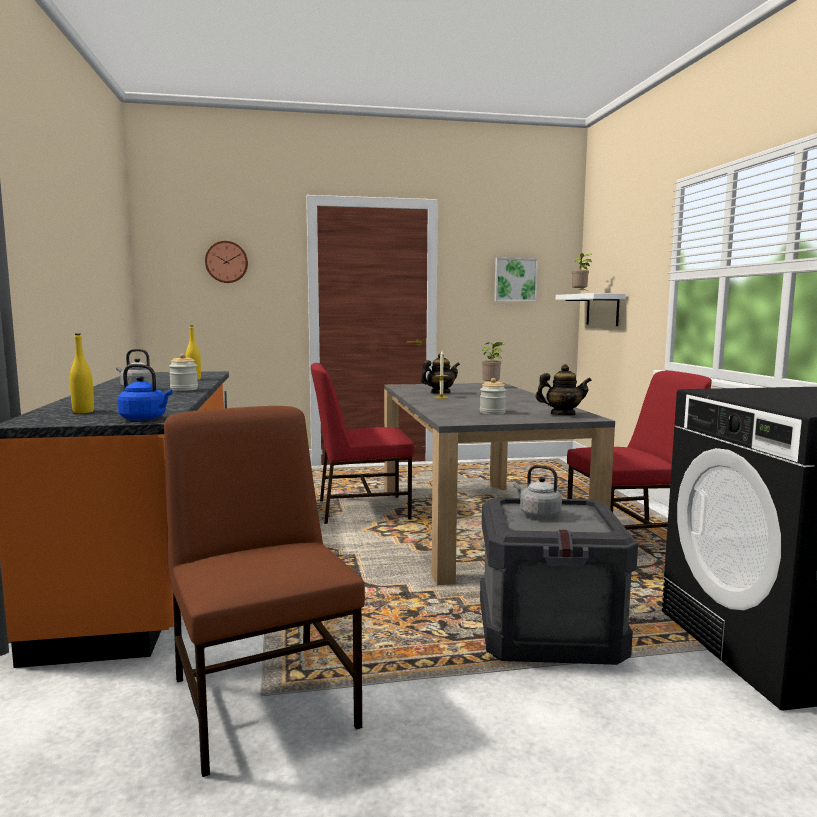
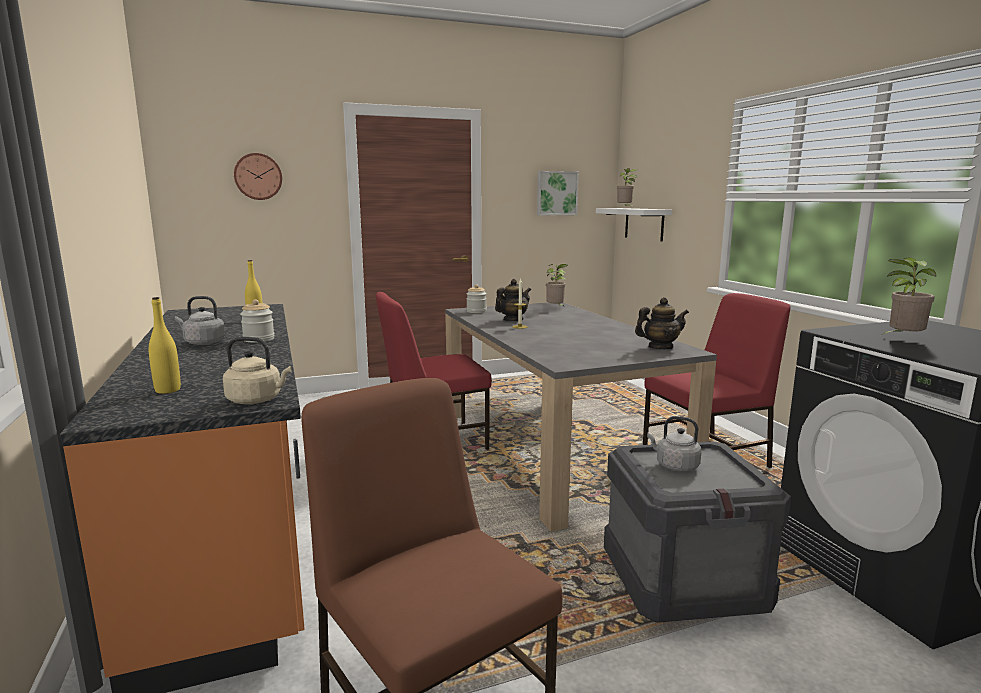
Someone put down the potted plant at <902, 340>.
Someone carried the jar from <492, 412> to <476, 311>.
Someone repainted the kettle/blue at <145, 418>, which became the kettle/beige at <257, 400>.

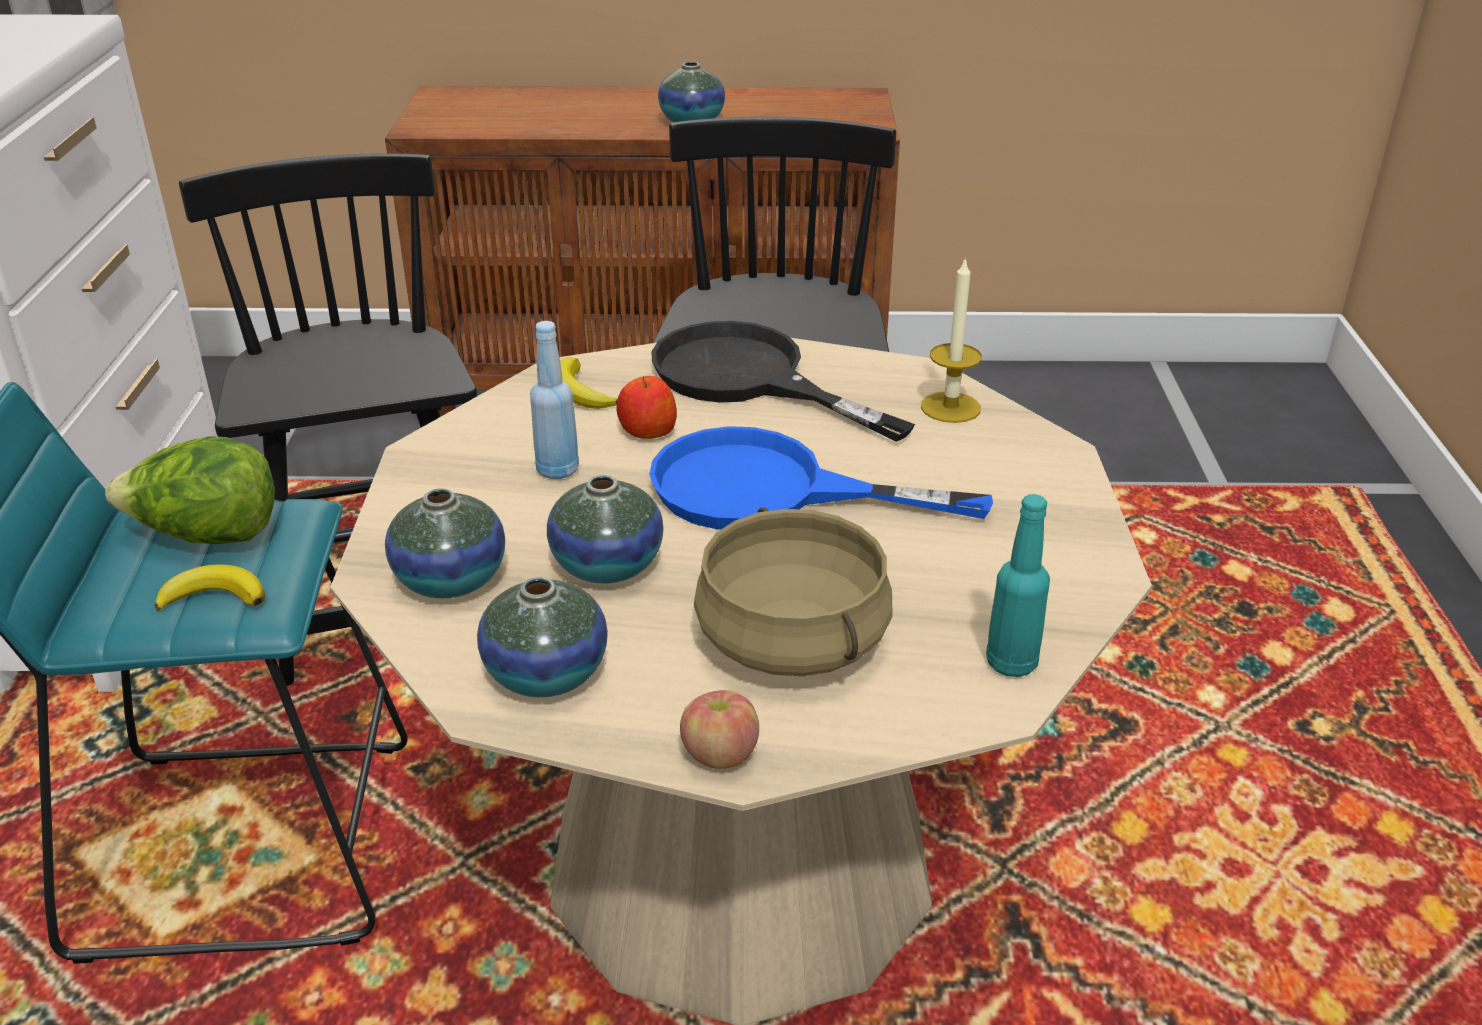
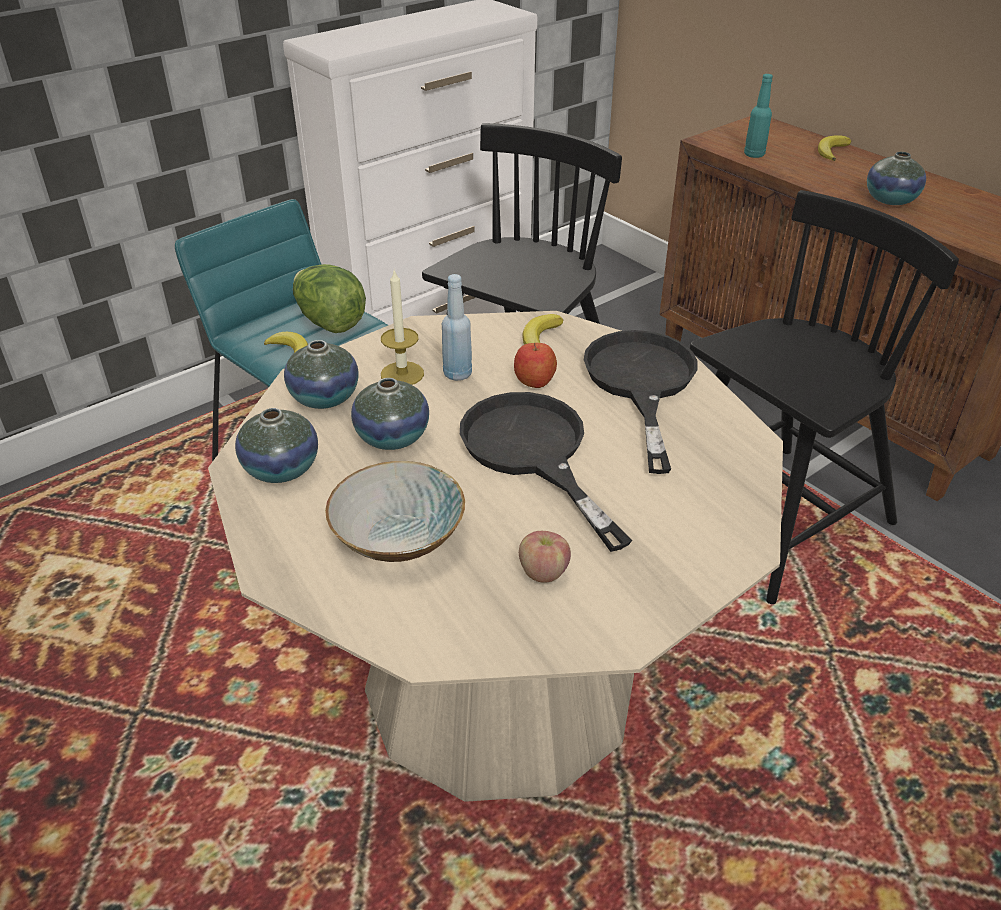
Someone put down the banana at <831, 151>.
Someone carried the apple from <719, 755> to <543, 572>.
Someone carried the candle from <950, 407> to <402, 374>.
Someone carried the bottle/turquoise from <1012, 663> to <754, 155>.
Someone swapped the cooking pot/beige at <794, 640> for the bowl at <399, 537>.
Someone repainted the frying pan/blue at <770, 491>, which became the frying pan/black at <533, 453>.

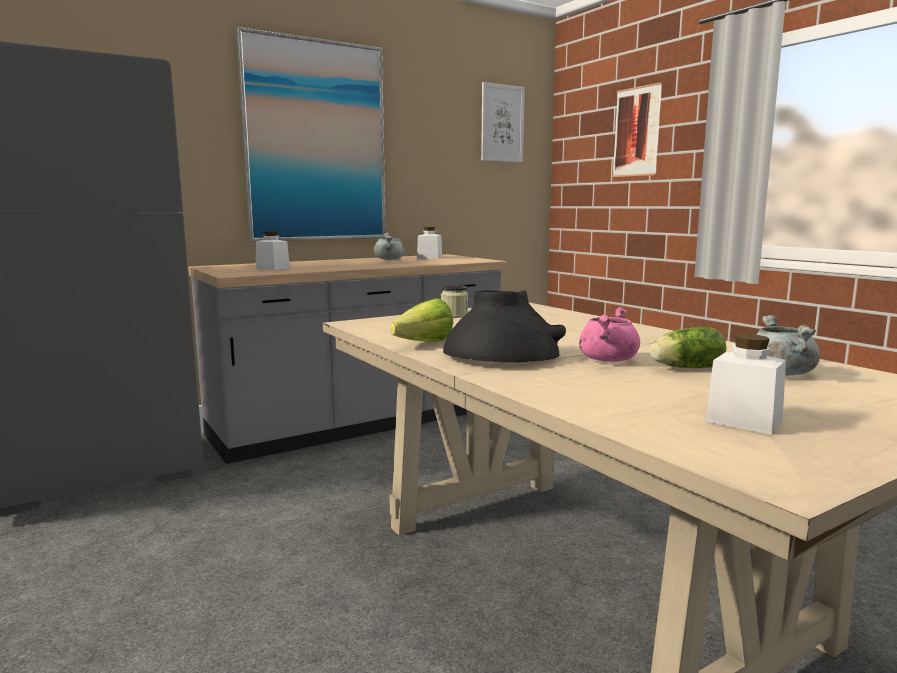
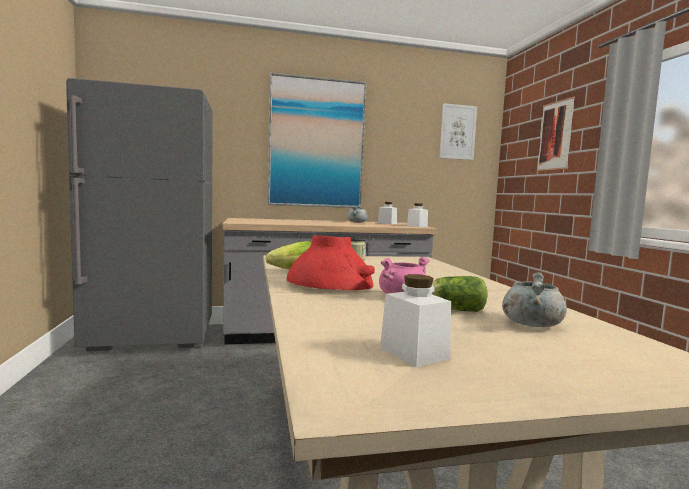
Someone carried the jar/white from <272, 268> to <417, 226>.
Someone repainted the vase/black at <501, 355>, which became the vase/red at <329, 284>.

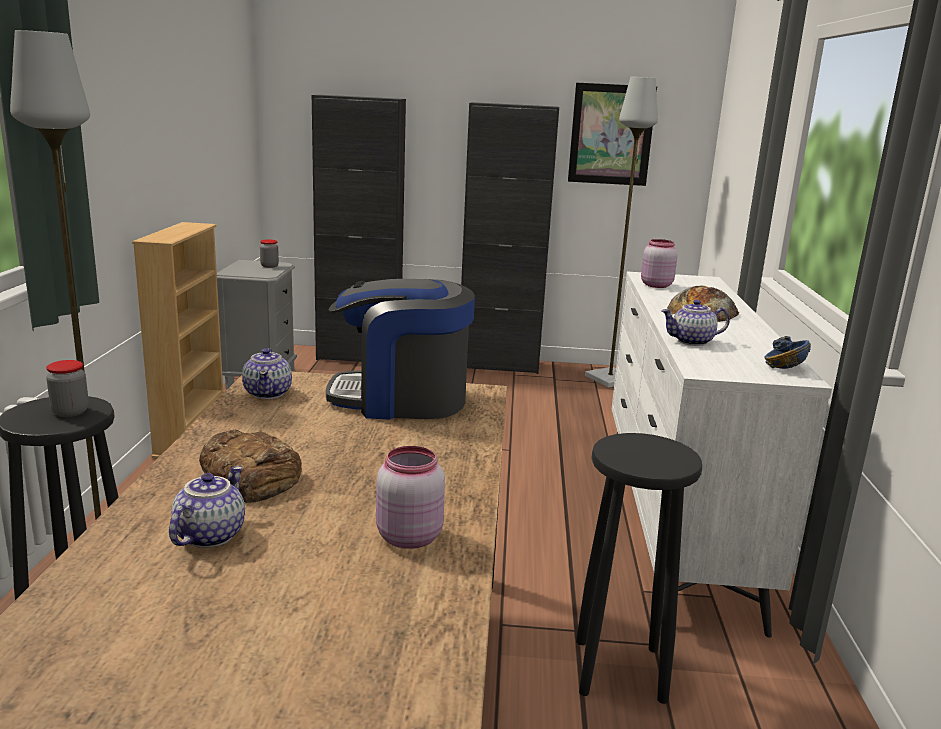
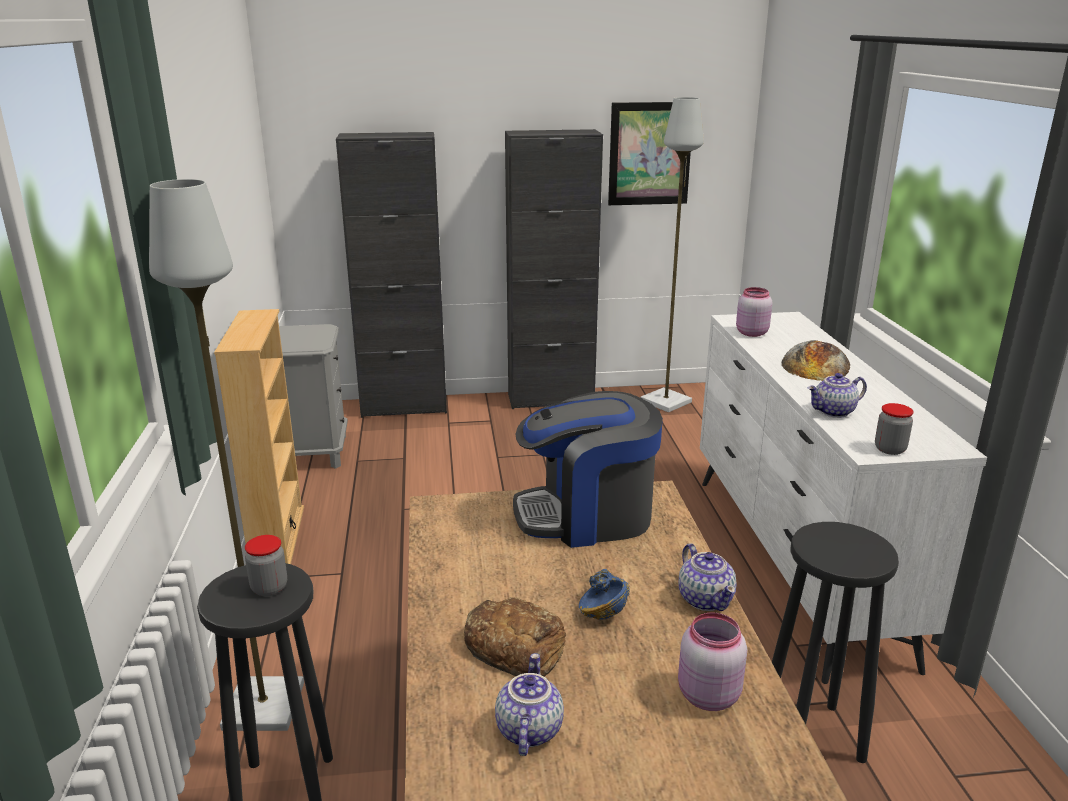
Someone carried the teapot from <268, 393> to <705, 599>.
Someone carried the jar from <269, 266> to <890, 449>.
Someone carried the bowl/blue from <781, 364> to <601, 604>.

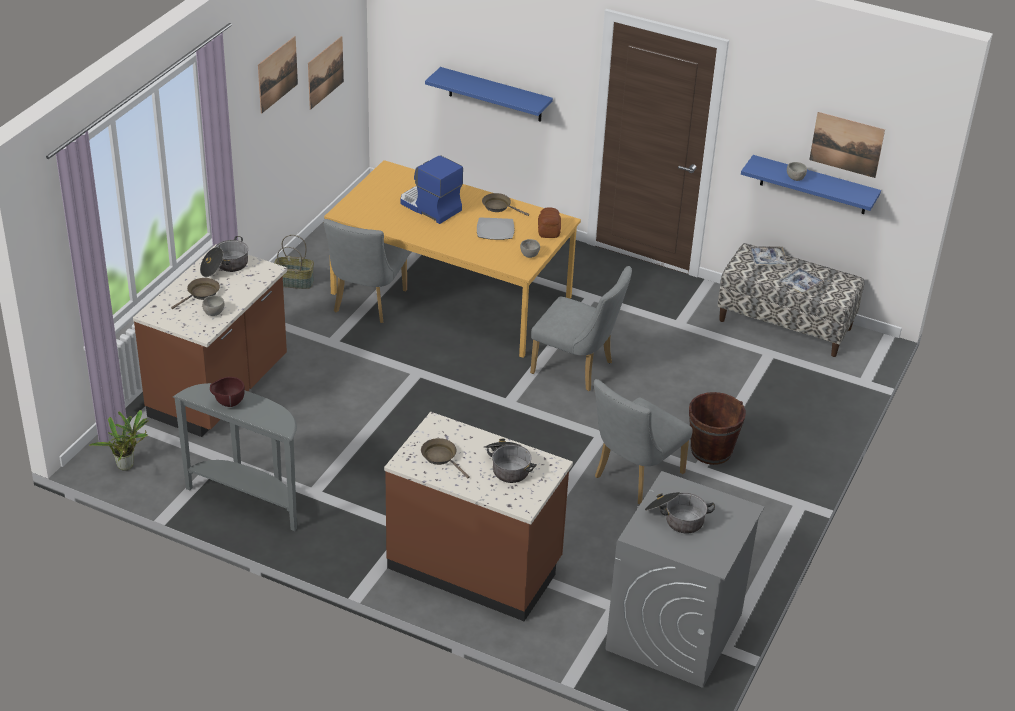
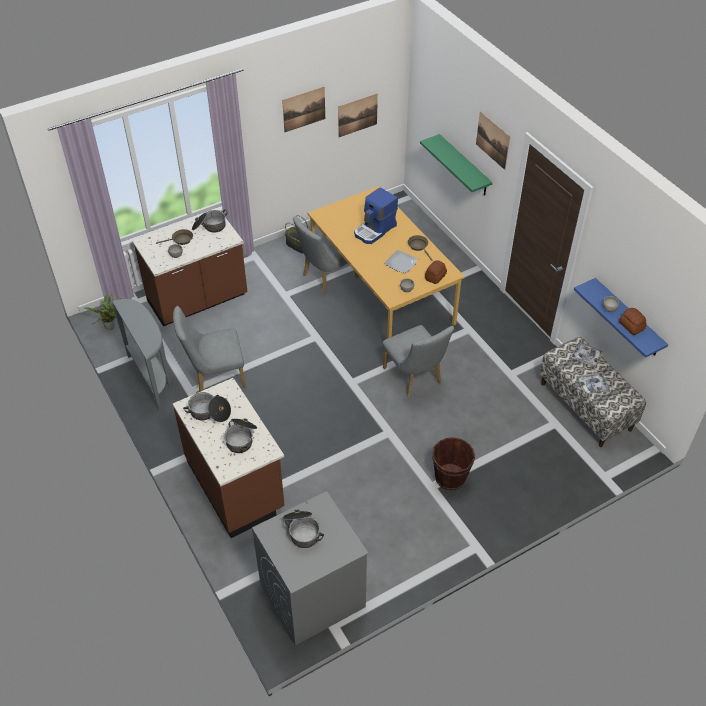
Someone took away the bowl/brown at <228, 404>.
Someone put down the bread at <631, 326>.
Someone carried the chair/grey from <634, 478> to <215, 376>.
Someone carried the picture from <846, 144> to <493, 140>.
Someone swapped the frying pan/brown at <441, 457> for the cooking pot at <209, 413>.
Someone repainted the shelf/blue at <495, 95>, which became the shelf/green at <464, 166>.
Someone rotated the coffee machine at <429, 207> by 120 degrees counterclockwise.

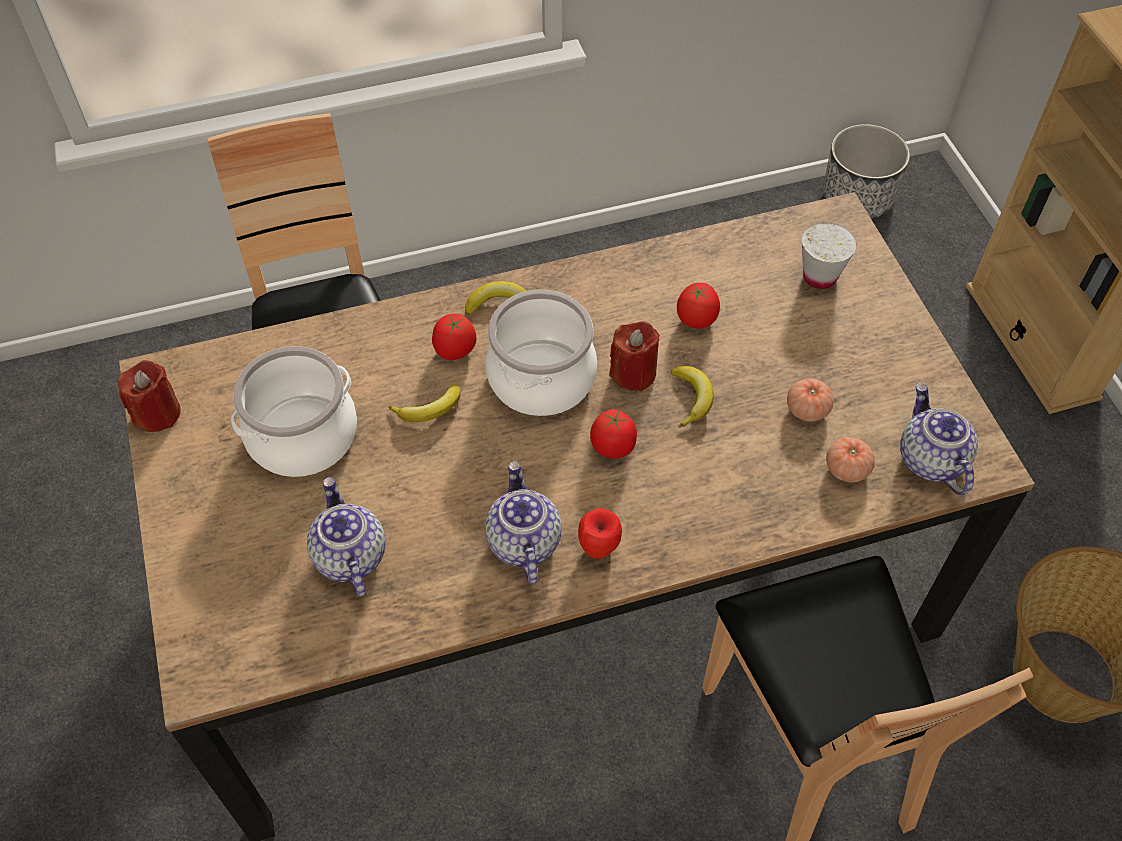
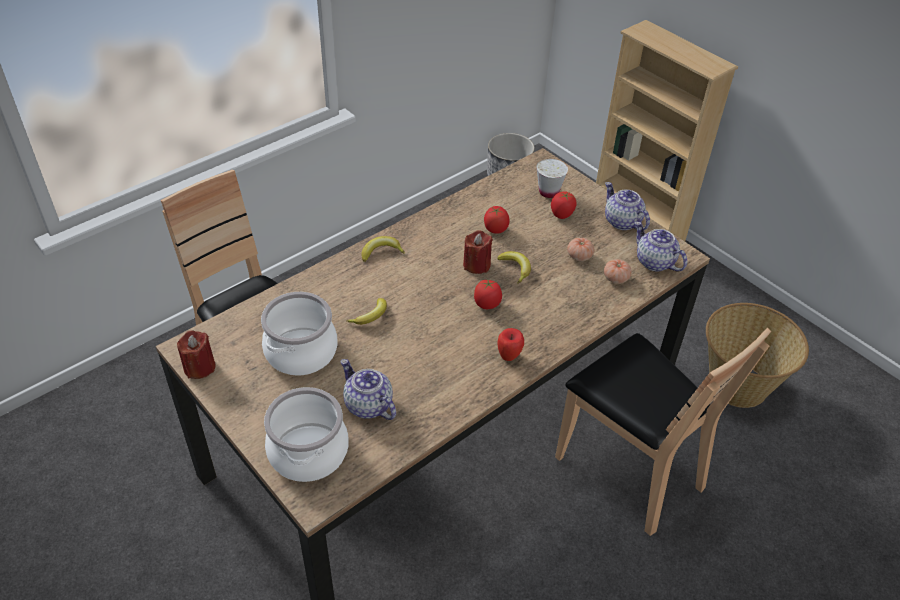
Someone carried the tomato from <455, 350> to <561, 214>.
Someone carried the teapot from <522, 541> to <621, 221>.
Someone carried the cooking pot from <540, 377> to <307, 452>.

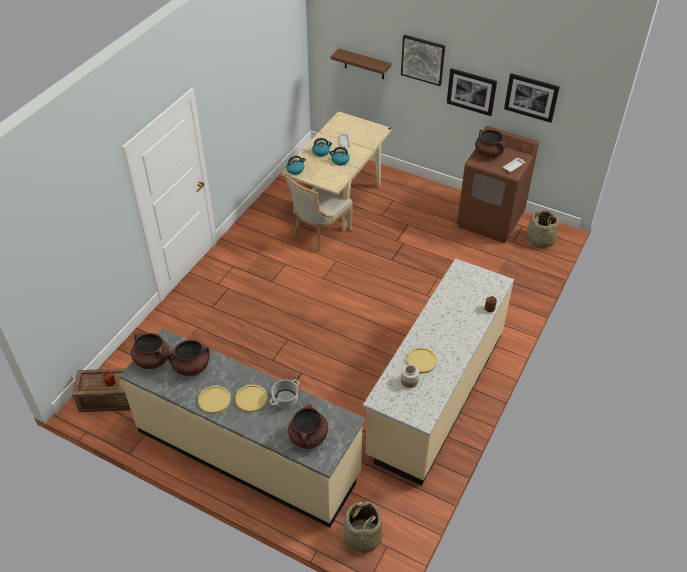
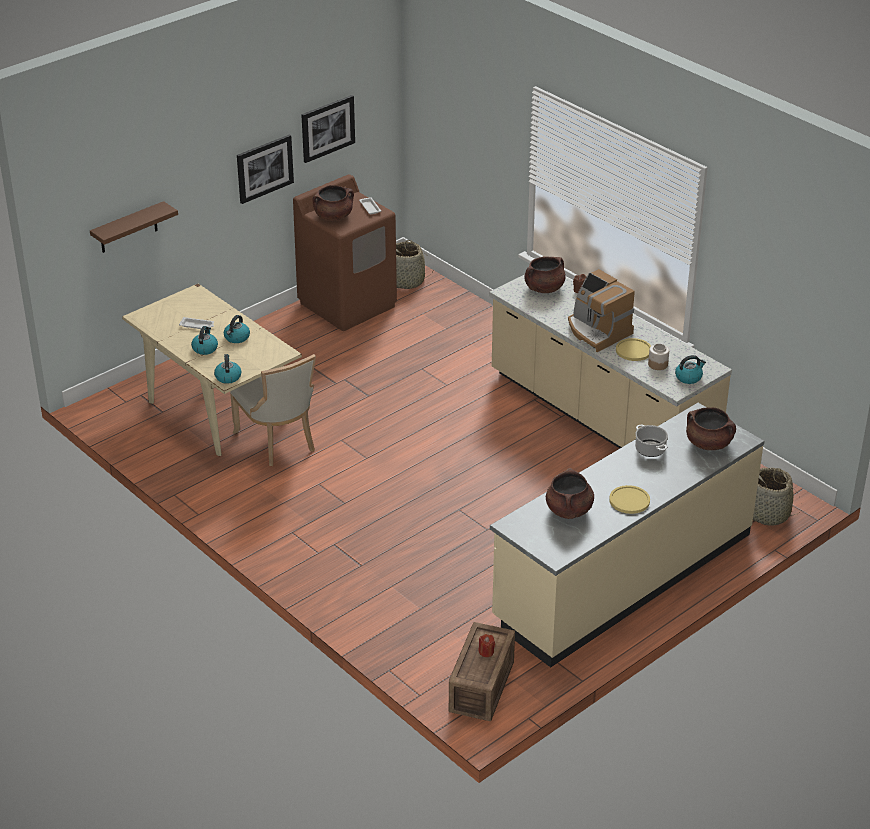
Someone took away the plate/yellow at <251, 399>.
Someone took away the picture at <423, 59>.
Someone put down the coffee machine at <597, 331>.
Someone put down the kettle at <688, 377>.
Someone carried the cooking pot/brown from <152, 360> to <544, 288>.

